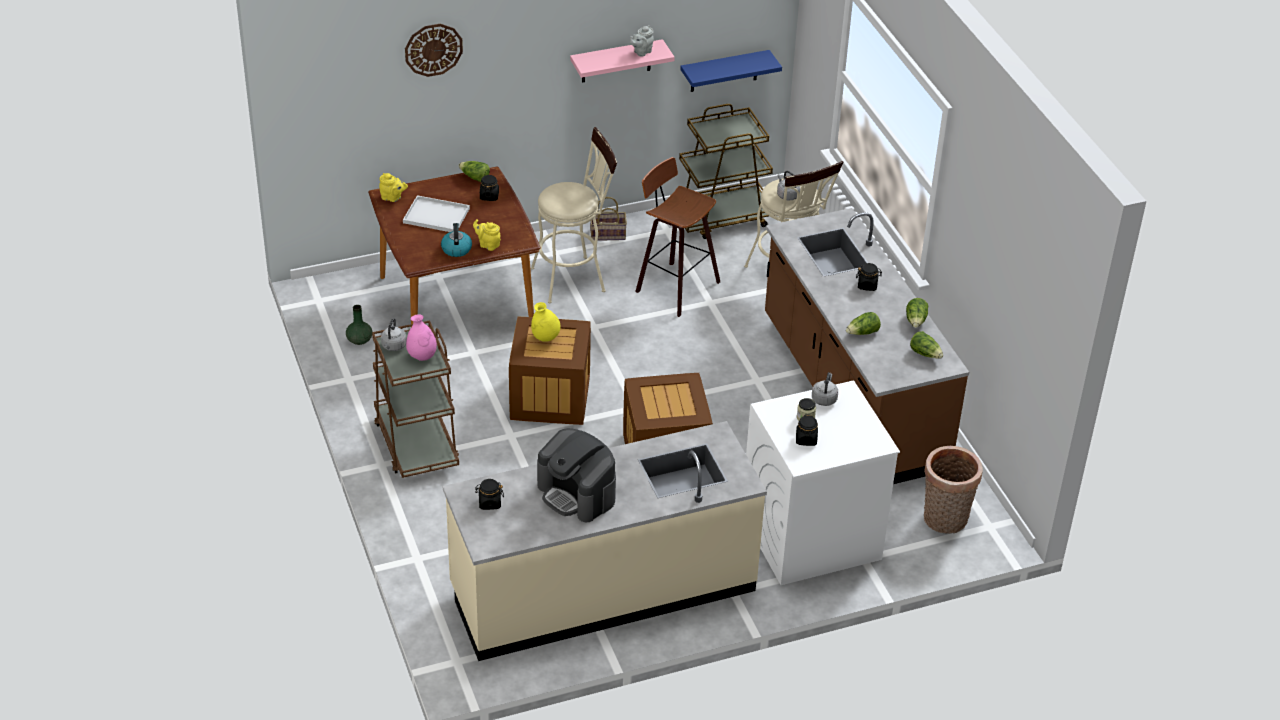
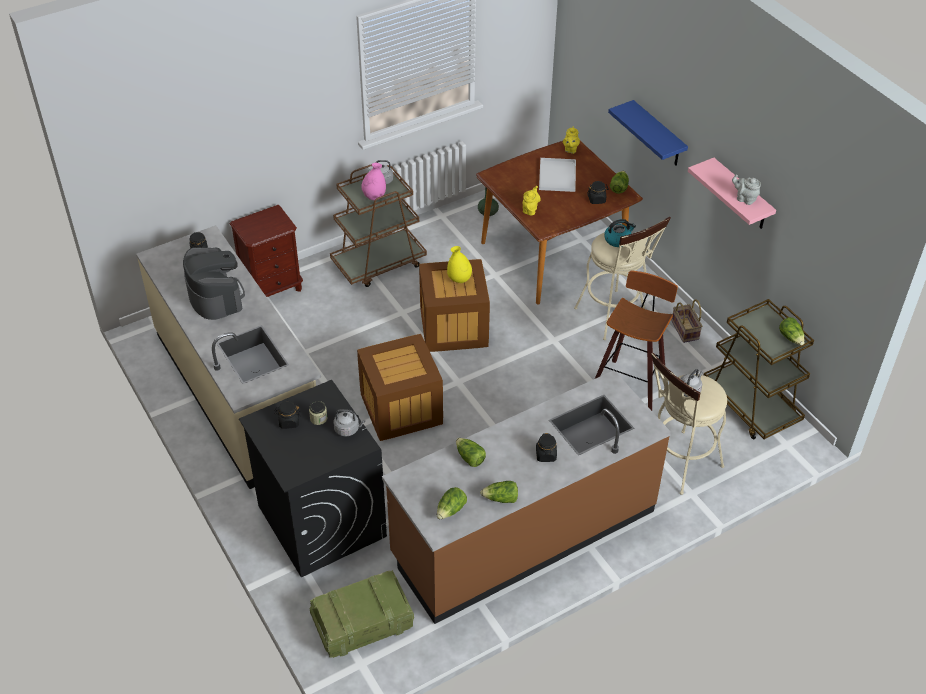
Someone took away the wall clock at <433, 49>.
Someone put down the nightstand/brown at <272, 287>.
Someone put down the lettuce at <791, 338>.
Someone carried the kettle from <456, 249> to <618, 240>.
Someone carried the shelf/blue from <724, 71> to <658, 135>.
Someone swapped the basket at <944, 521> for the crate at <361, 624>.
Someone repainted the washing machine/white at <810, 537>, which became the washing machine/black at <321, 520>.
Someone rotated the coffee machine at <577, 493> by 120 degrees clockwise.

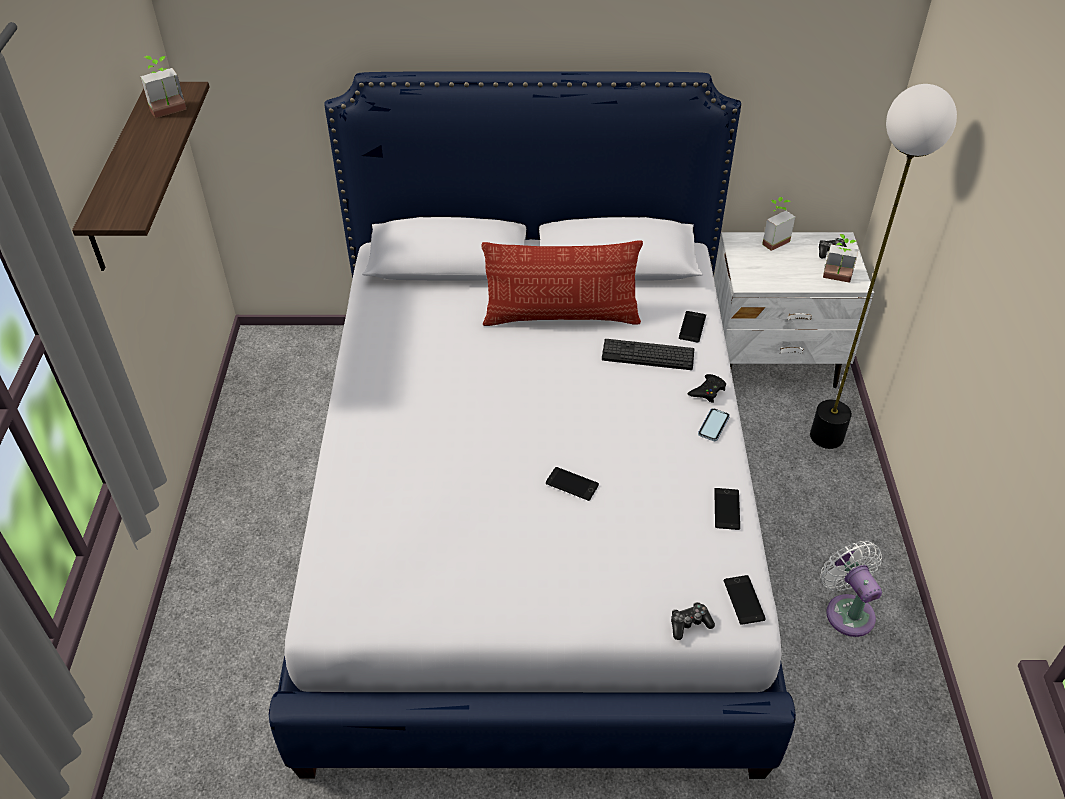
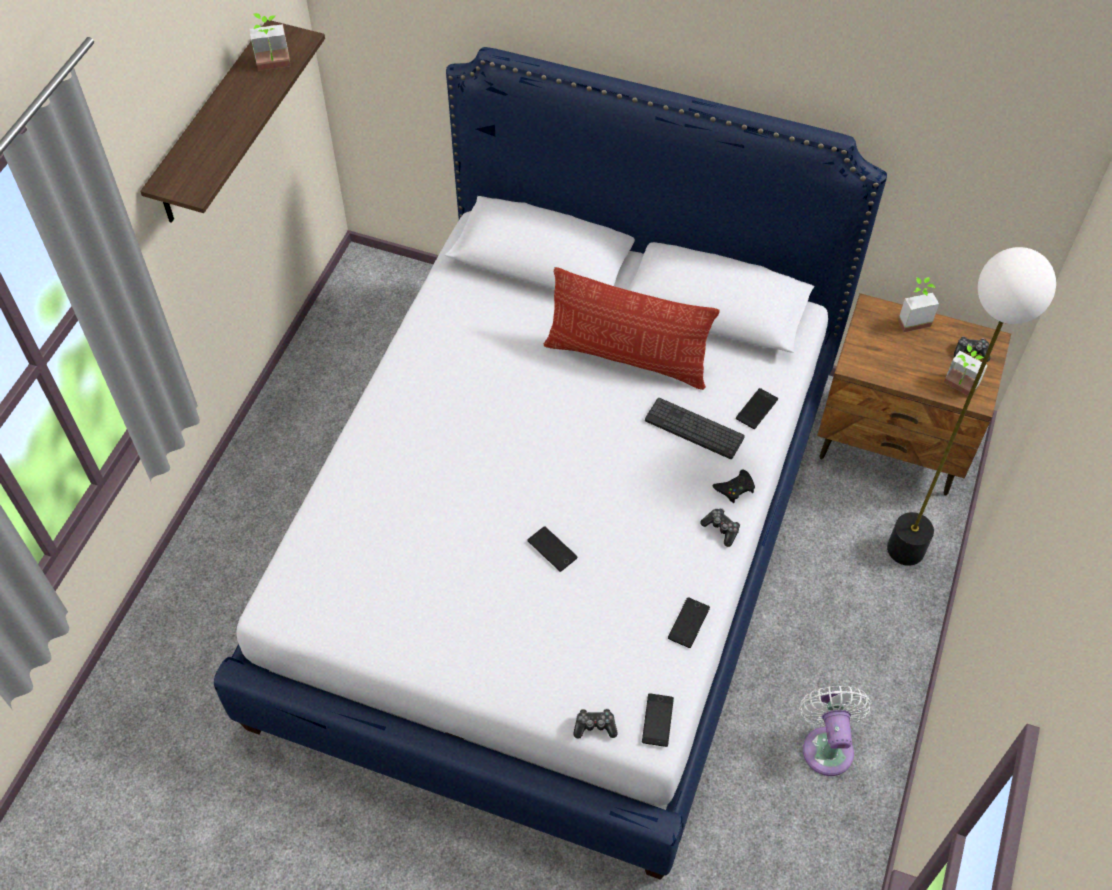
Someone swapped the phone at <713, 426> for the game controller at <721, 529>.
Someone repainted the nightstand/white at <774, 360>, which became the nightstand/brown at <893, 442>.

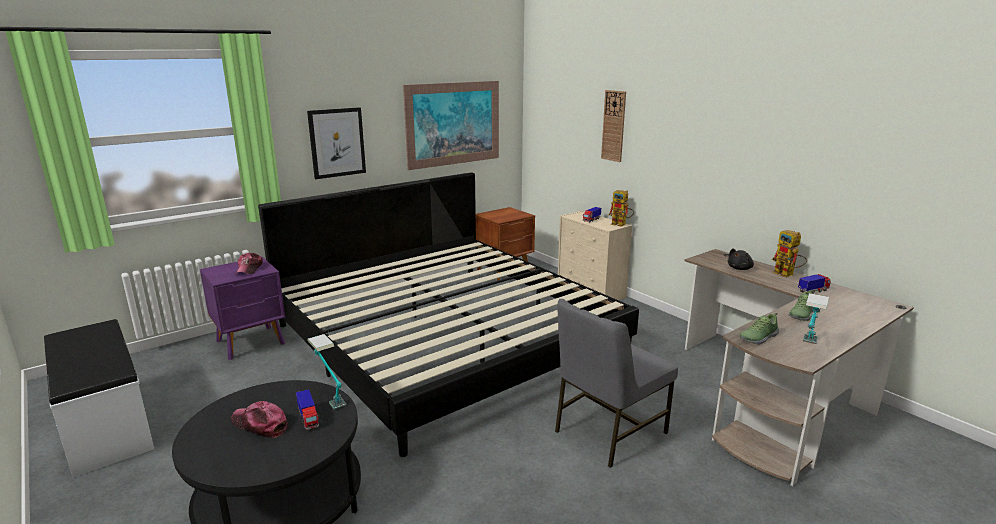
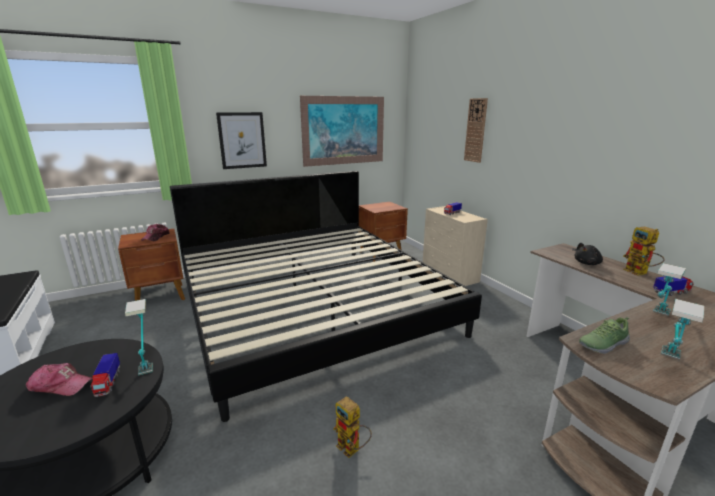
Someone took away the chair/grey at <608, 432>.
Someone carried the toy robot from <621, 224> to <352, 449>.
Someone swapped the shoe at <801, 314> for the table lamp at <657, 319>.
Someone repainted the nightstand/purple at <252, 342>, which became the nightstand/brown at <161, 296>.
Someone rotated the cap at <260, 425> by 150 degrees clockwise.

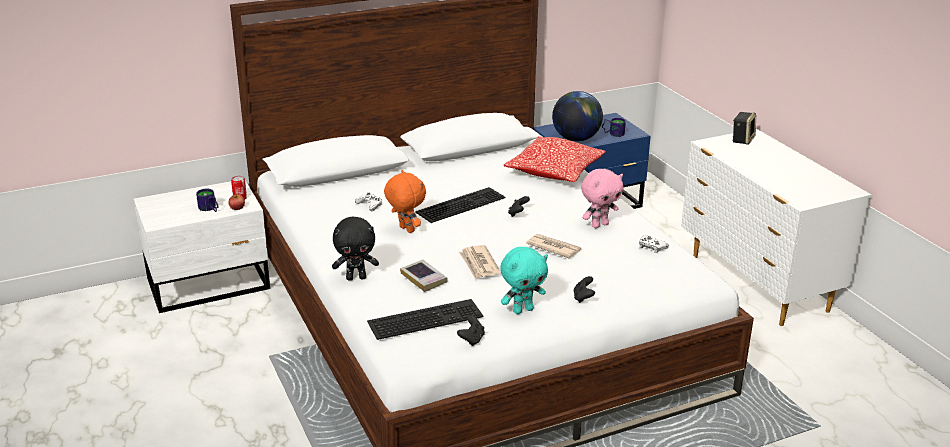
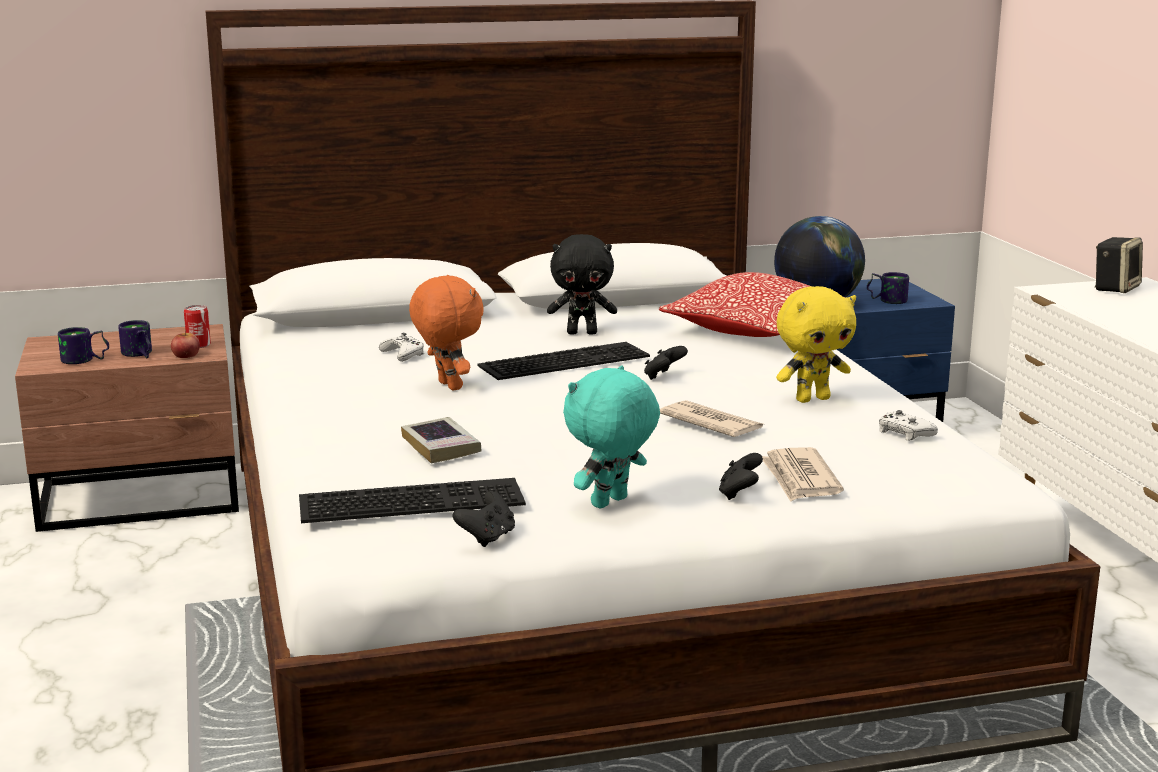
Someone put down the mug at <84, 360>.
Someone carried the plush toy/black from <356, 277> to <582, 333>.
Someone carried the newspaper from <479, 264> to <800, 479>.
Someone repainted the nightstand/white at <210, 284>, which became the nightstand/brown at <143, 499>.
Someone repainted the plush toy/pink at <599, 225>, which became the plush toy/yellow at <812, 399>.
Someone rotated the plush toy/turquoise at <522, 310> by 150 degrees clockwise.

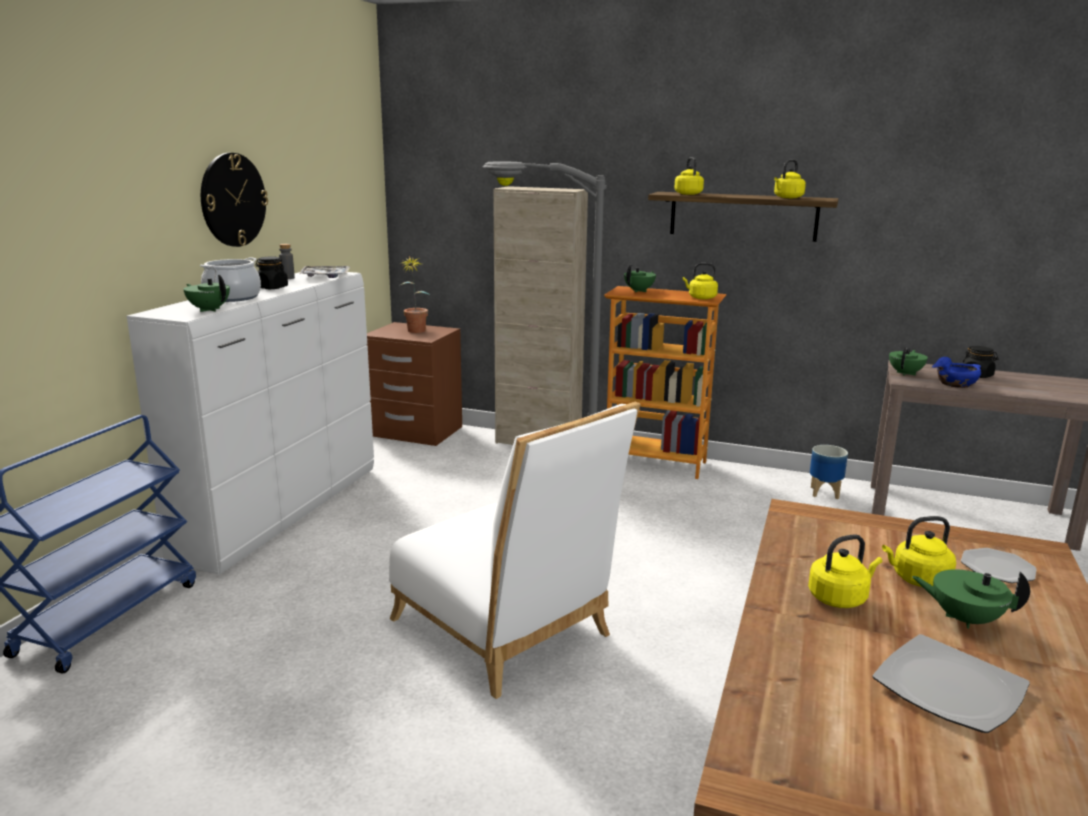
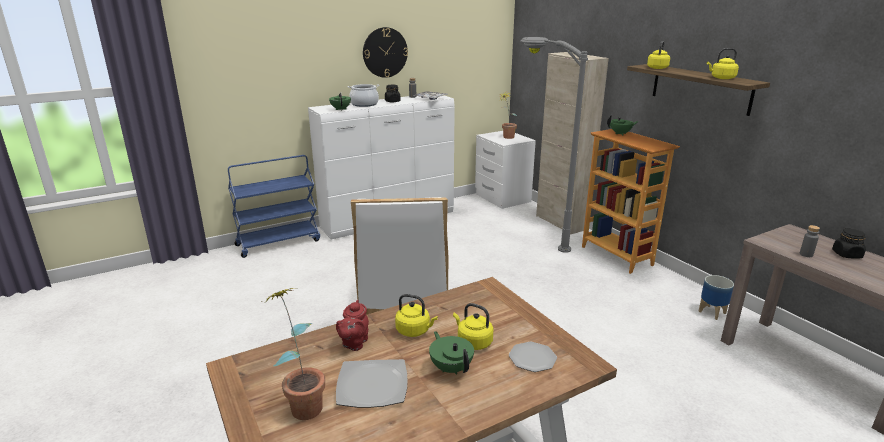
Someone took away the kettle/yellow at <700, 298>.
Someone took away the teapot/green at <906, 373>.
Someone put down the potted plant at <302, 403>.
Someone put down the teapot/red at <354, 343>.
Someone swapped the bowl/blue at <955, 383> for the bottle/grey at <806, 254>.
Someone repainted the nightstand/brown at <415, 432>, which became the nightstand/white at <502, 198>.

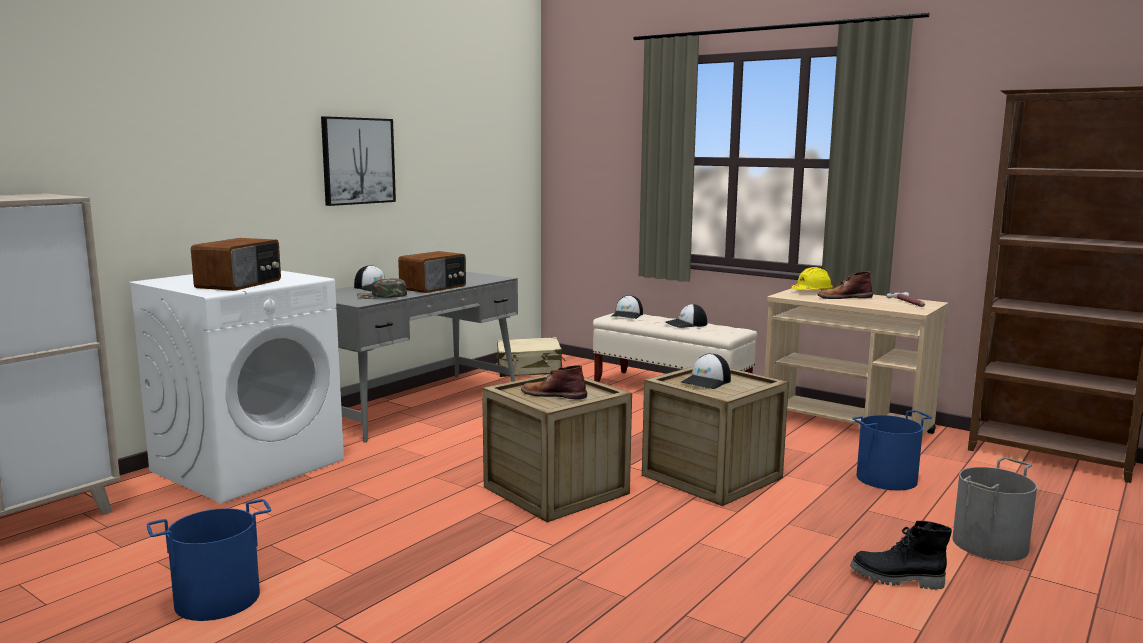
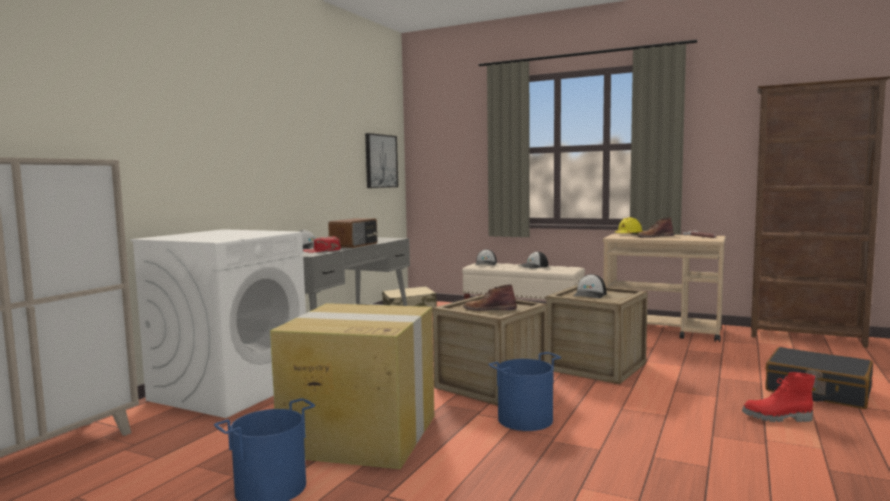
Someone took away the radio at <240, 284>.
Someone put down the cardboard box at <359, 435>.
Someone carried the picture from <358, 161> to <380, 161>.
Someone carried the bucket/blue from <887, 479> to <526, 419>.
Someone swapped the bucket/grey at <991, 544> for the suitcase/black at <817, 391>.
Someone repainted the cap/green at <382, 296>, which became the cap/red at <321, 250>.
Someone repainted the boot/black at <896, 579>, which became the boot/red at <777, 418>.

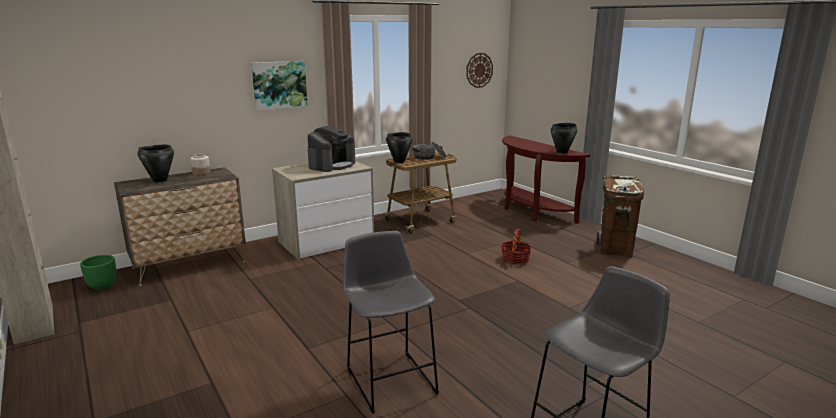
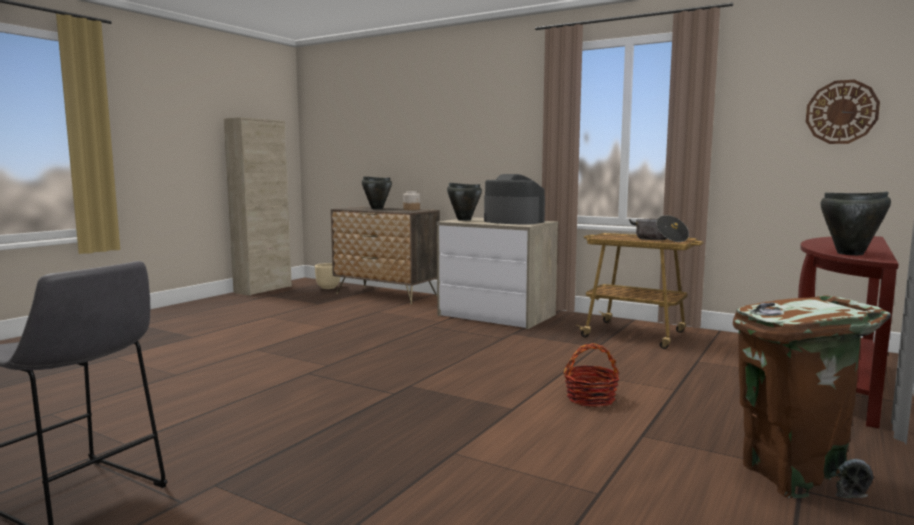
Someone took away the picture at <279, 85>.
Someone took away the stool/grey at <389, 378>.
Someone carried the cooking pot/black from <399, 161> to <464, 219>.
Someone repainted the planter/green at <102, 285>, which became the planter/beige at <328, 287>.
Someone rotated the coffee machine at <332, 165> by 150 degrees counterclockwise.

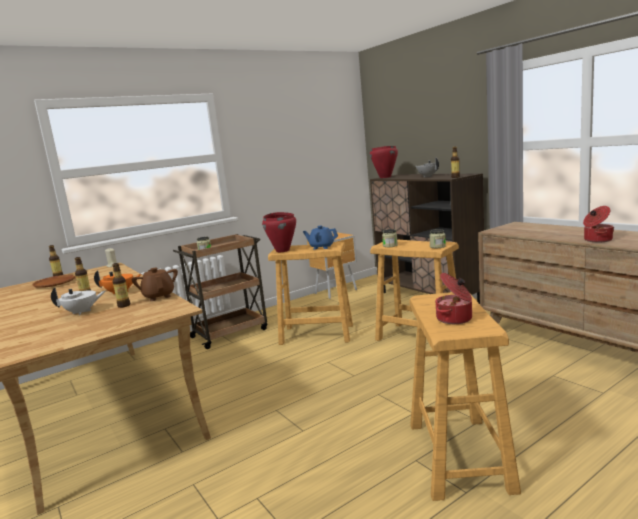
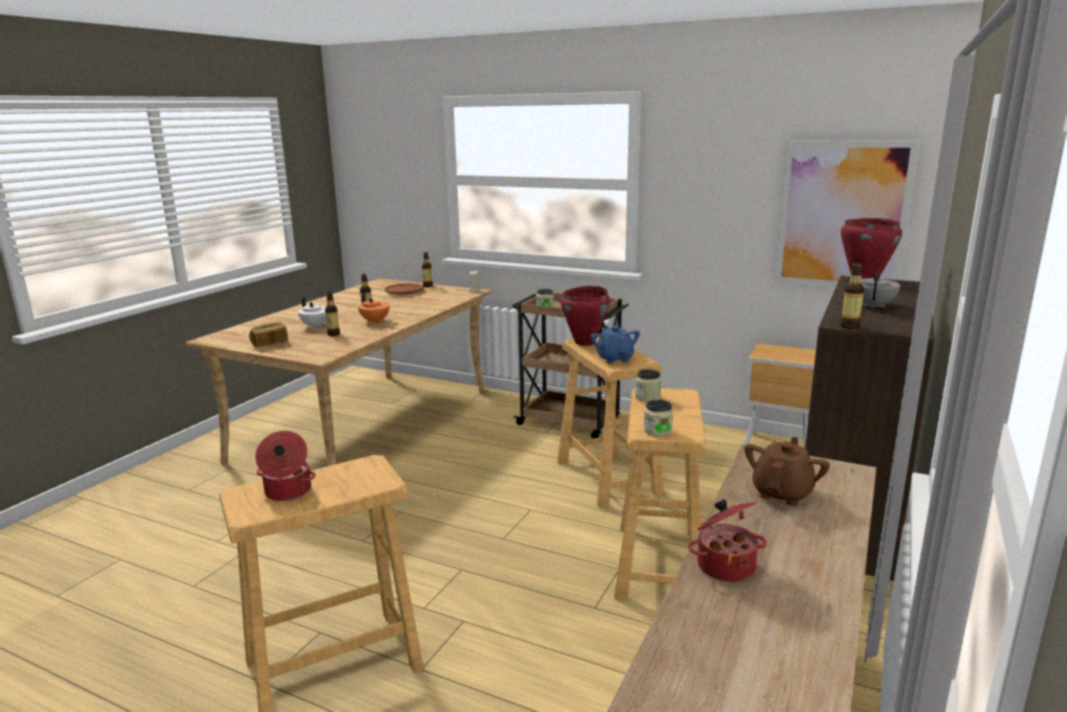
Someone put down the bread at <270, 343>.
Someone put up the picture at <842, 215>.
Someone carried the teapot/brown from <159, 296> to <782, 493>.

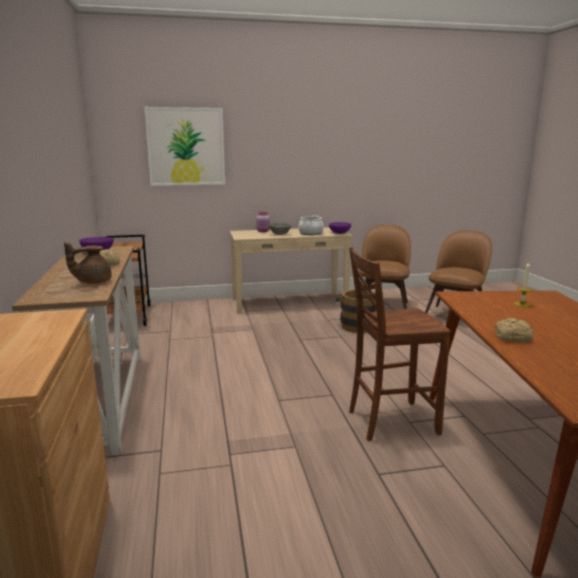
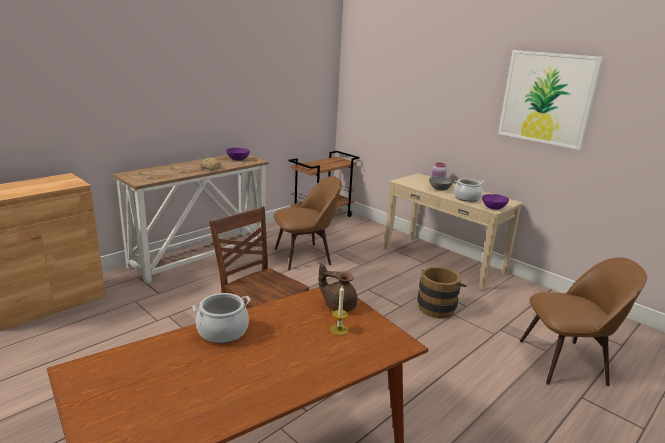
Someone carried the teapot/brown from <92, 282> to <338, 305>.
Someone carried the picture from <186, 147> to <547, 98>.
Someone carried the chair/brown from <383, 306> to <305, 256>.
Someone swapped the bread at <513, 338> for the cooking pot at <223, 331>.

